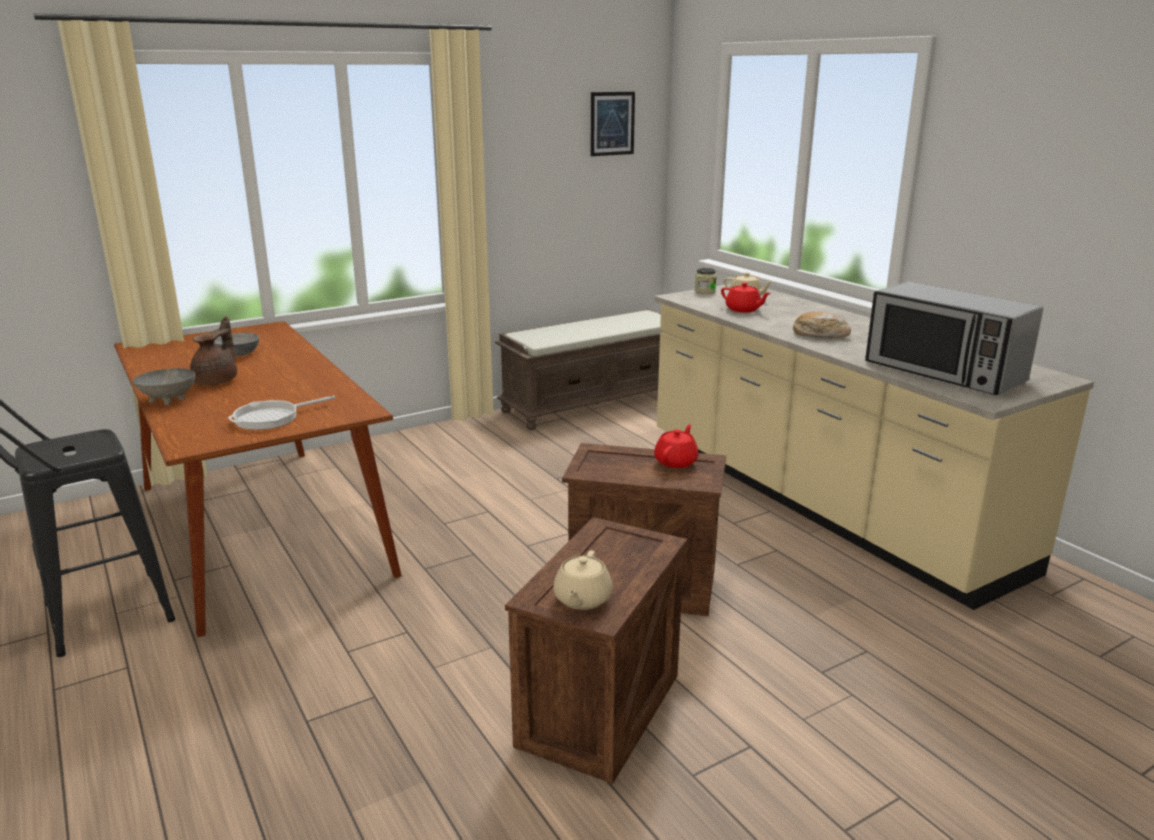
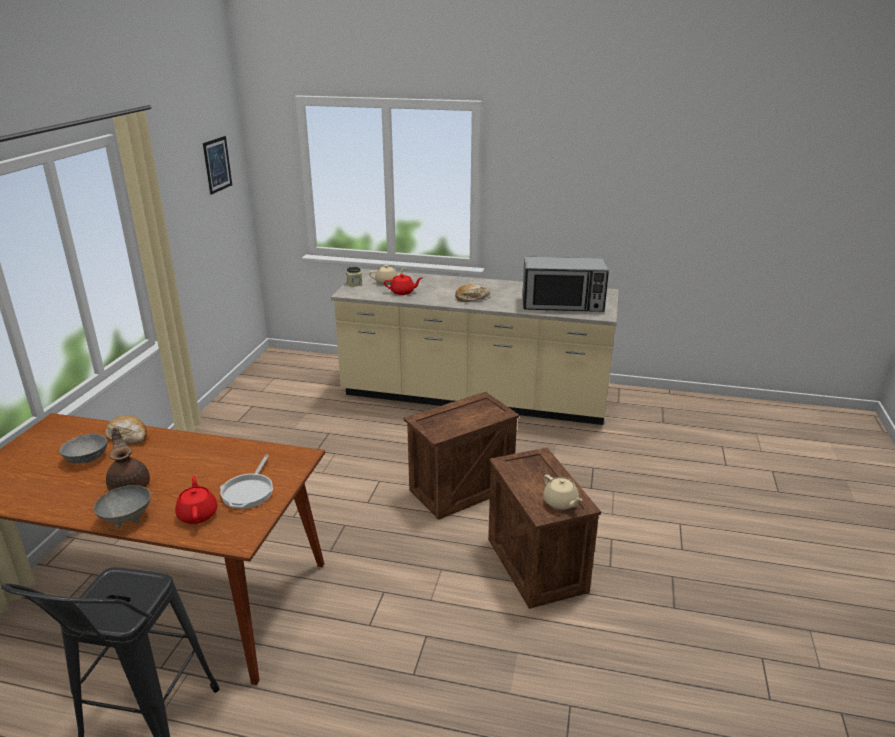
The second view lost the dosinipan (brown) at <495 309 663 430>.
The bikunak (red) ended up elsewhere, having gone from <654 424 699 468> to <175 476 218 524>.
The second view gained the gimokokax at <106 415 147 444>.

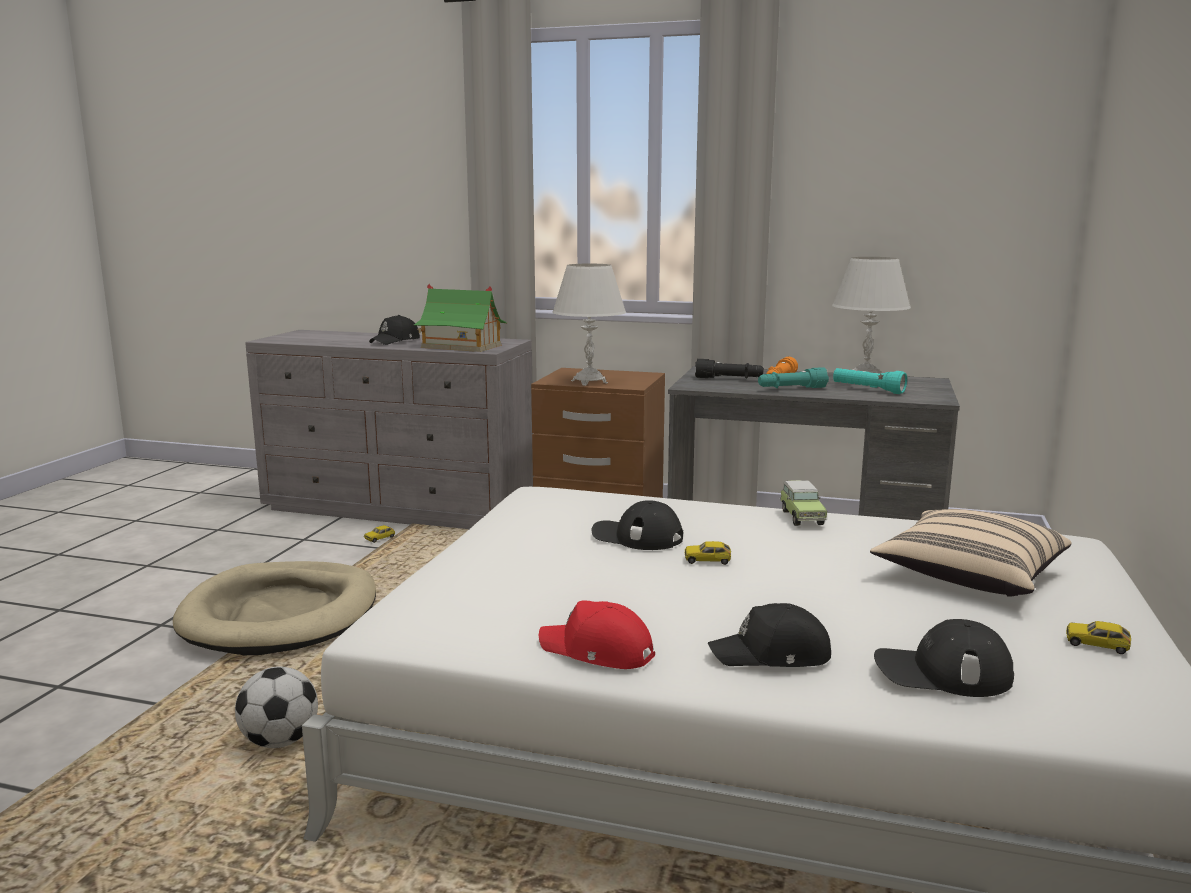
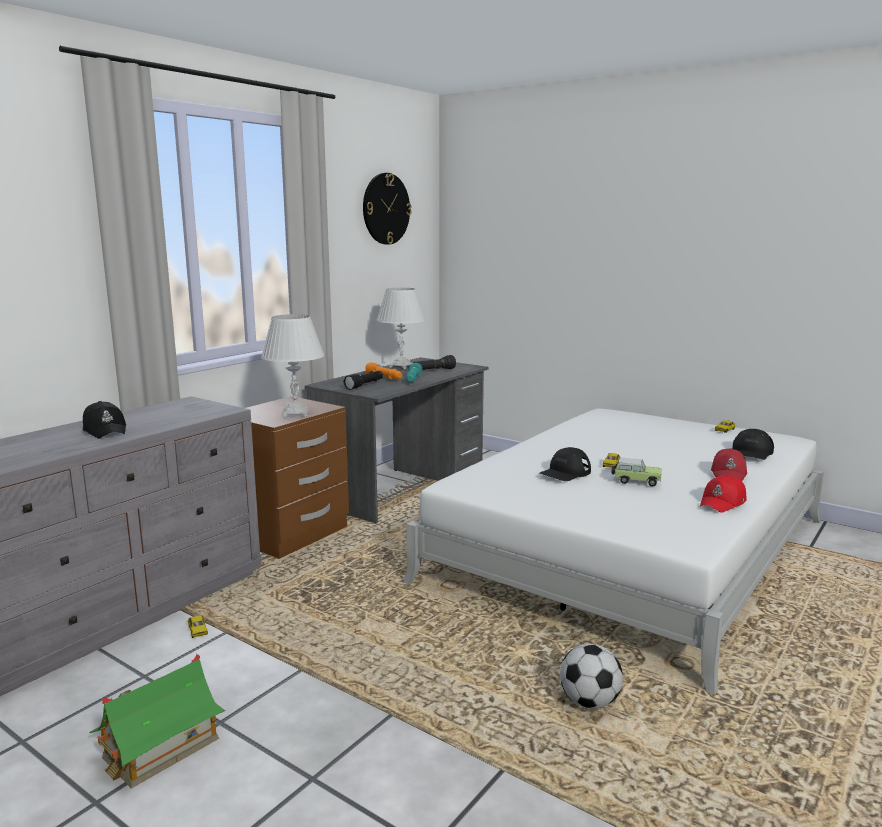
The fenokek ended up elsewhere, having gone from <414 284 507 352> to <89 654 225 788>.
What was the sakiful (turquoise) at <833 368 907 394> turned into the sakiful (black) at <414 355 456 370>.
The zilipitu ended up elsewhere, having gone from <780 480 827 526> to <612 458 661 486>.
The second view lost the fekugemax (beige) at <870 509 1072 597>.
The second view lost the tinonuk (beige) at <173 561 376 655>.
What was the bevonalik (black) at <708 603 831 667> turned into the bevonalik (red) at <711 448 747 481>.
The second view gained the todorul at <363 173 412 245>.

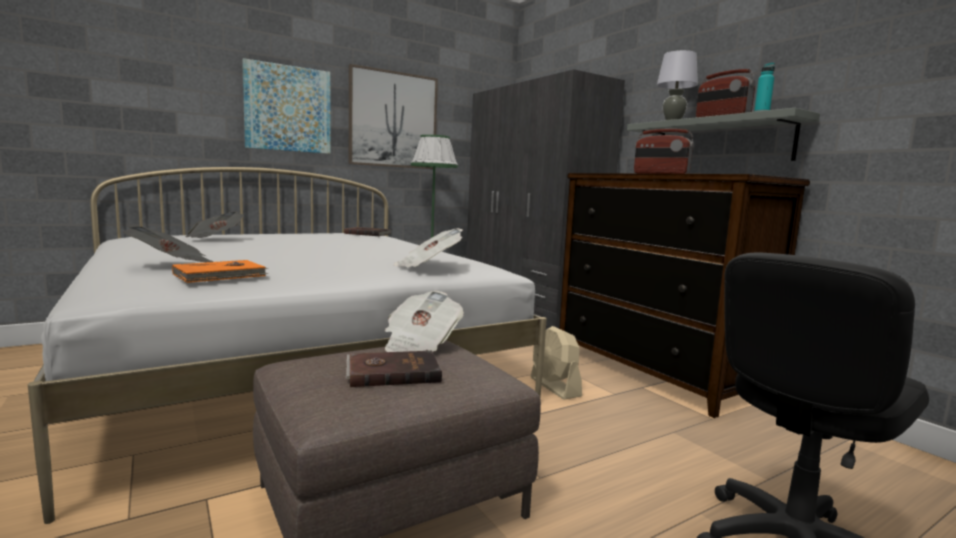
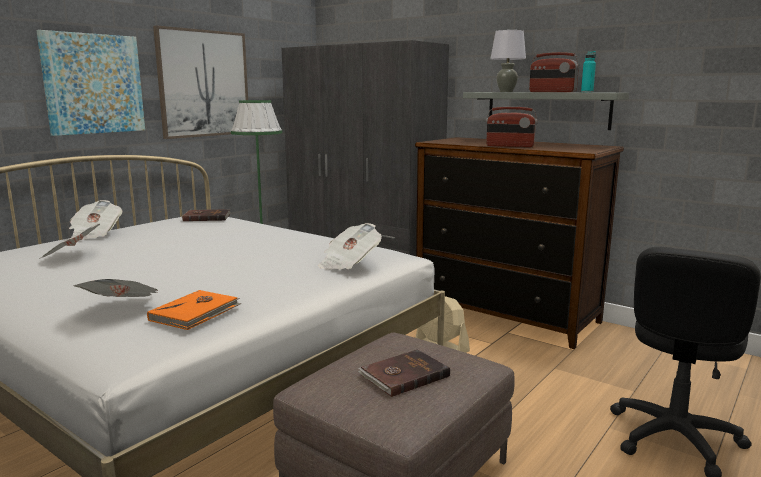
The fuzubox ended up elsewhere, having gone from <385 291 464 352> to <69 200 123 241>.

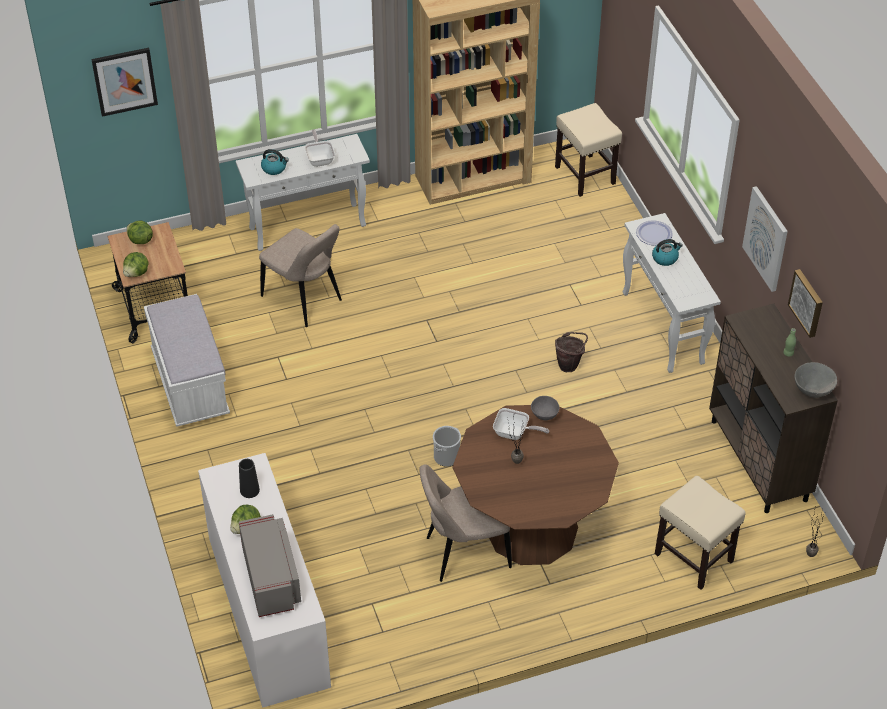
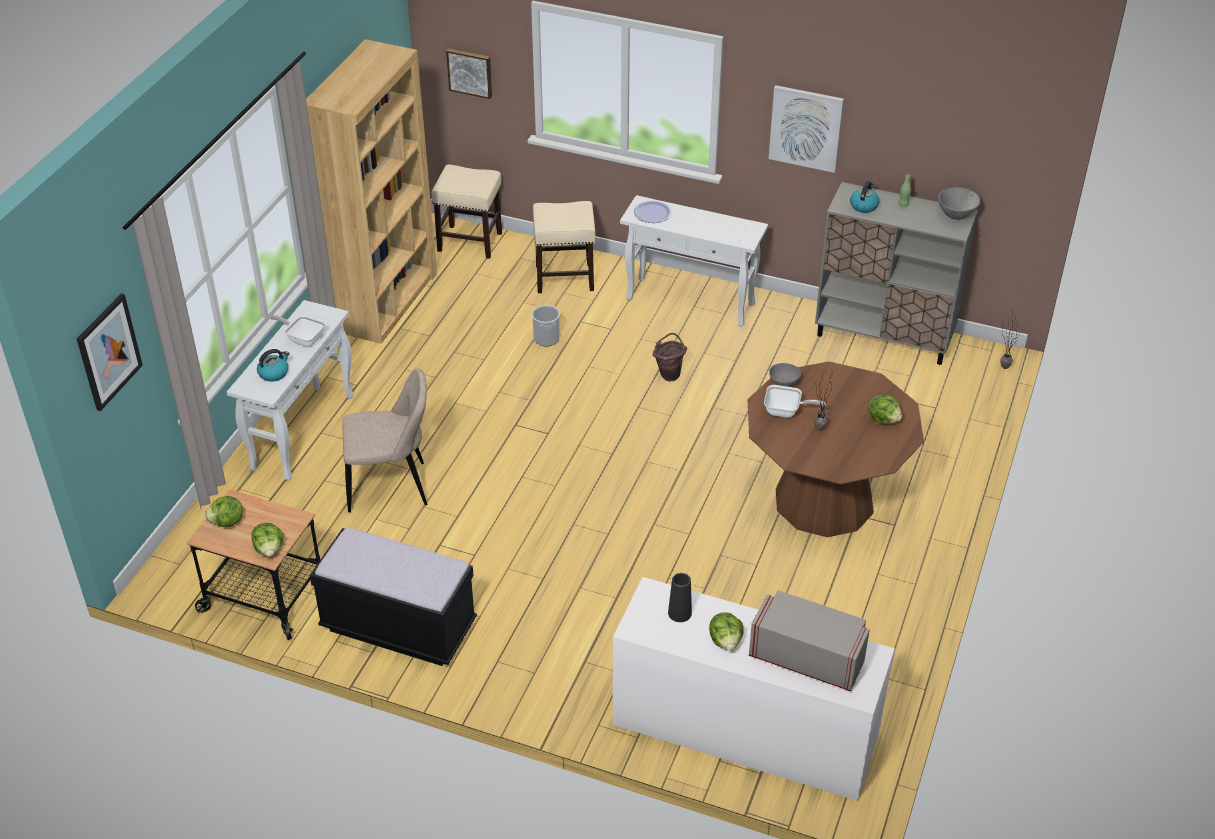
The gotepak ended up elsewhere, having gone from <652 239 683 266> to <850 181 879 213>.
The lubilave ended up elsewhere, having gone from <788 269 823 338> to <446 48 492 99>.
What was the dosinipan (white) at <144 294 230 427> turned into the dosinipan (black) at <310 528 477 666>.
What was the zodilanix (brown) at <709 303 838 513> turned into the zodilanix (grey) at <815 182 978 365>.
The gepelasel at <493 408 549 440> ended up facing another way, 45 degrees clockwise from before.
The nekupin ended up elsewhere, having gone from <433 426 461 467> to <532 305 560 346>.
The second view lost the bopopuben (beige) at <419 464 512 582>.
The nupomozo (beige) ended up elsewhere, having gone from <655 476 746 590> to <533 201 595 293>.
The second view gained the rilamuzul at <868 395 902 424>.

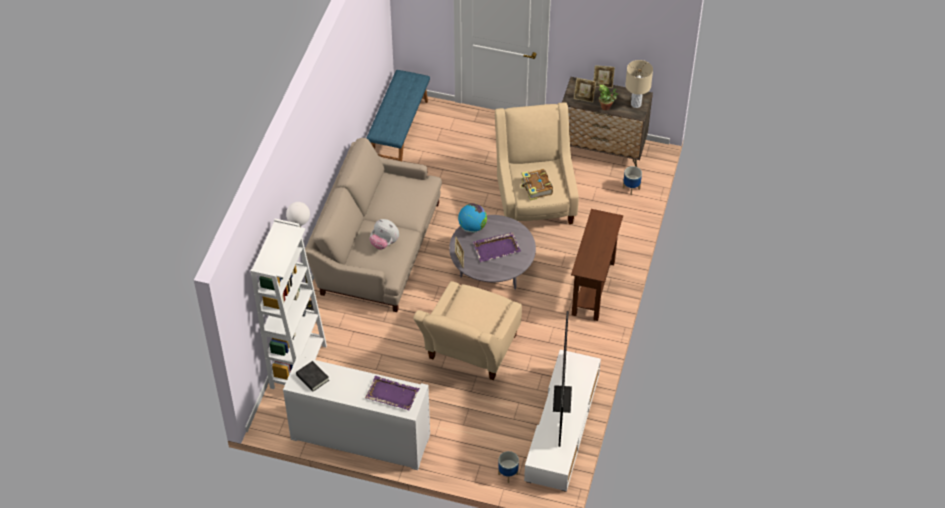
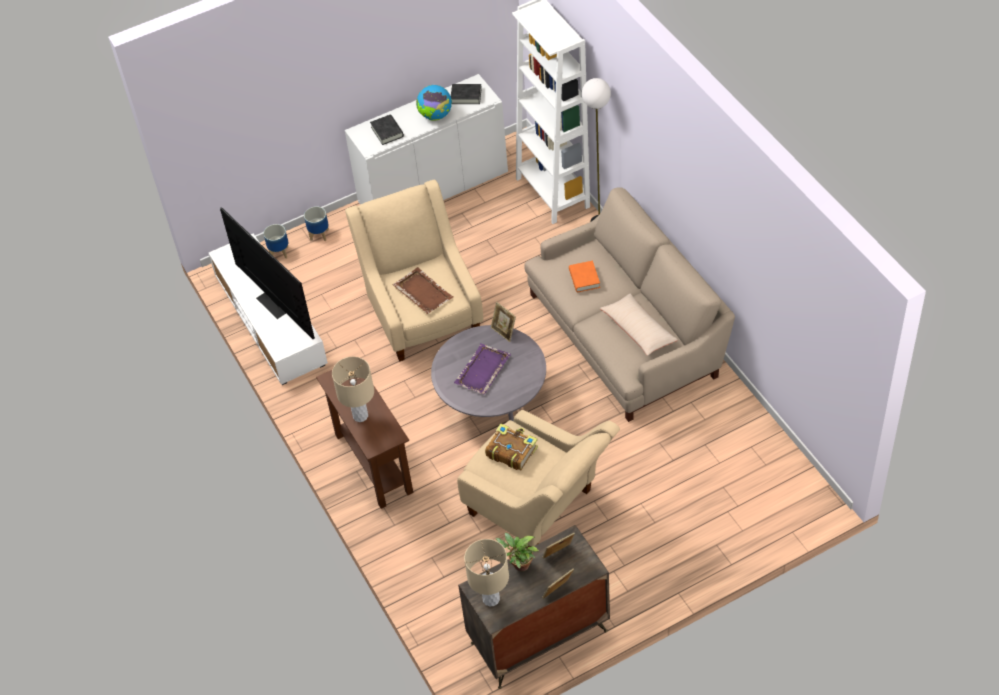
The second view lost the dosinipan (blue) at <367 70 430 161>.
The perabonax ended up elsewhere, having gone from <623 166 642 195> to <304 206 329 241>.
The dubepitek ended up elsewhere, having gone from <458 203 487 233> to <416 85 452 121>.
Where the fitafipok stood at <370 219 399 250>, the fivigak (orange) came to stand at <569 261 600 292>.
Where the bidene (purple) stood at <365 376 420 410>, the fivigak (black) came to stand at <370 115 404 145>.
The second view gained the bidene (brown) at <392 267 454 314>.
The second view gained the fekugemax (beige) at <600 294 678 356>.
The second view gained the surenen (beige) at <332 357 374 422>.

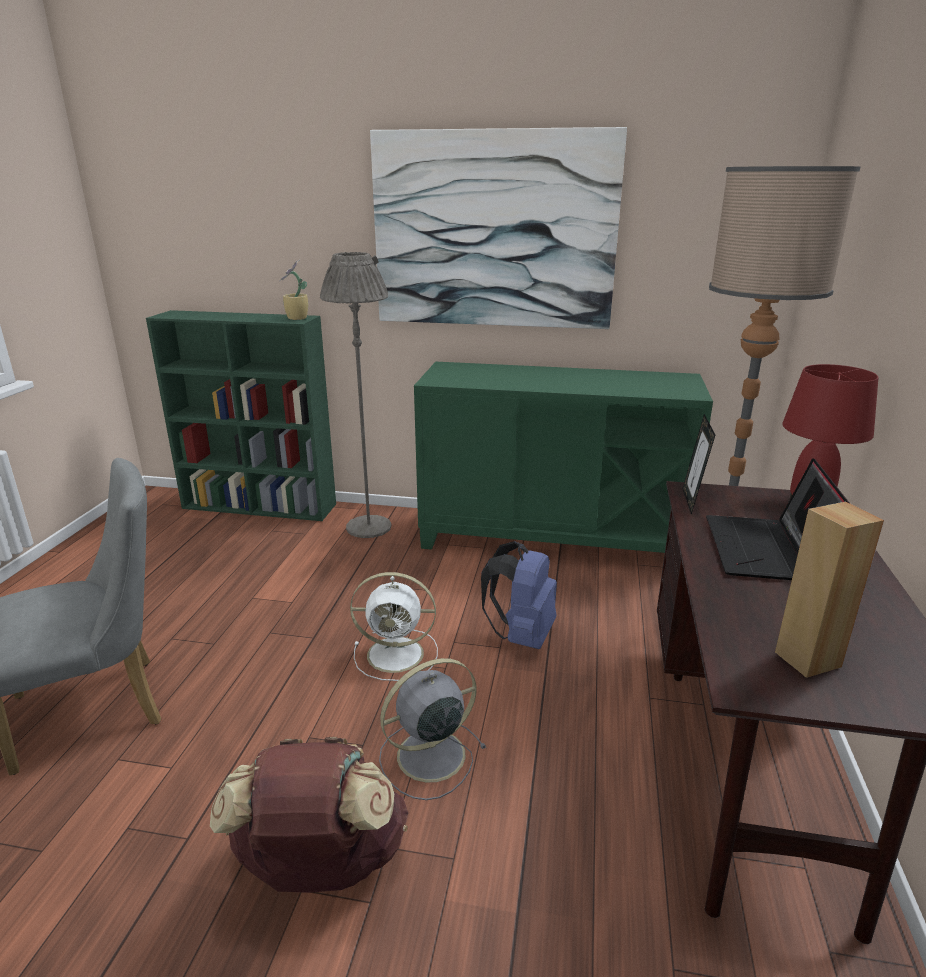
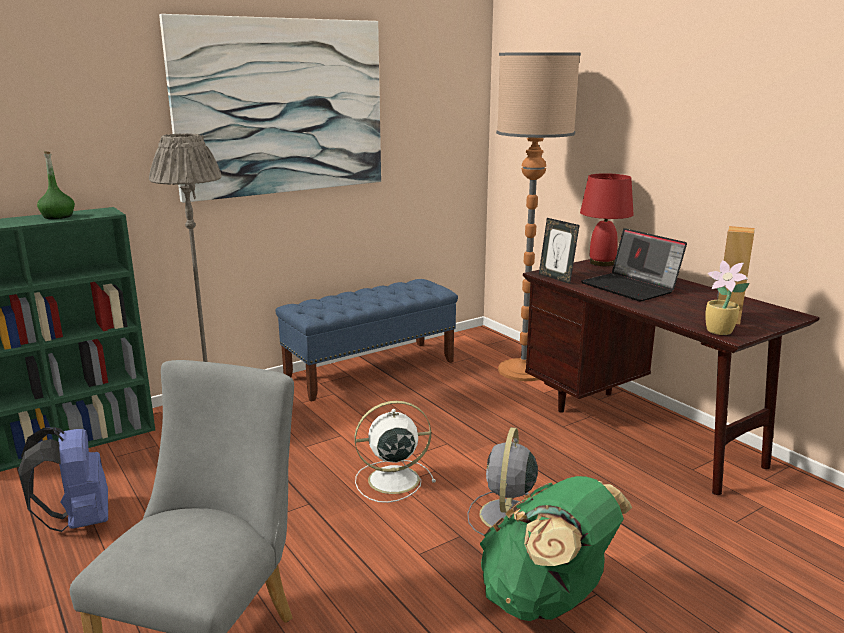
The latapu ended up elsewhere, having gone from <279 260 308 320> to <705 260 750 335>.
Where the zodilanix (green) stood at <414 362 713 553>, the dosinipan (blue) came to stand at <275 279 458 402>.
The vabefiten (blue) ended up elsewhere, having gone from <481 541 557 649> to <18 427 108 532>.
The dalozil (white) at <350 572 438 681> ended up facing another way, 150 degrees counterclockwise from before.
What was the vabefiten (brown) at <210 737 408 893> turned into the vabefiten (green) at <480 476 632 621>.
The second view gained the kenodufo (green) at <37 152 75 219>.

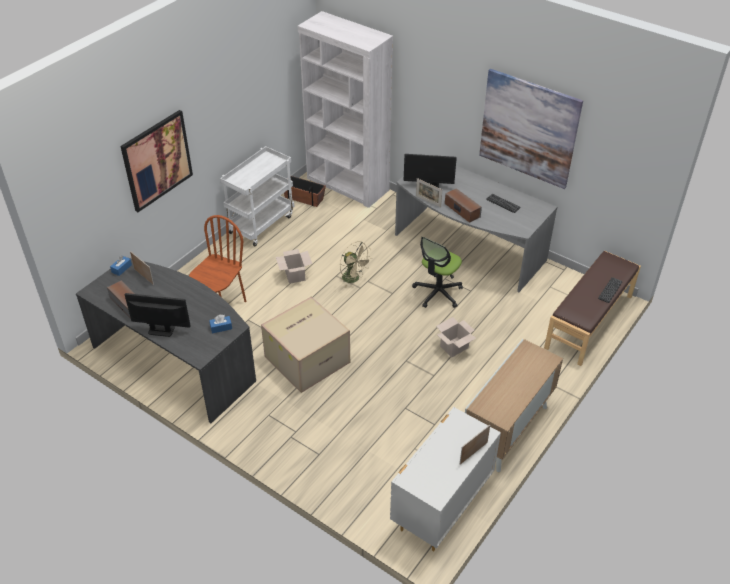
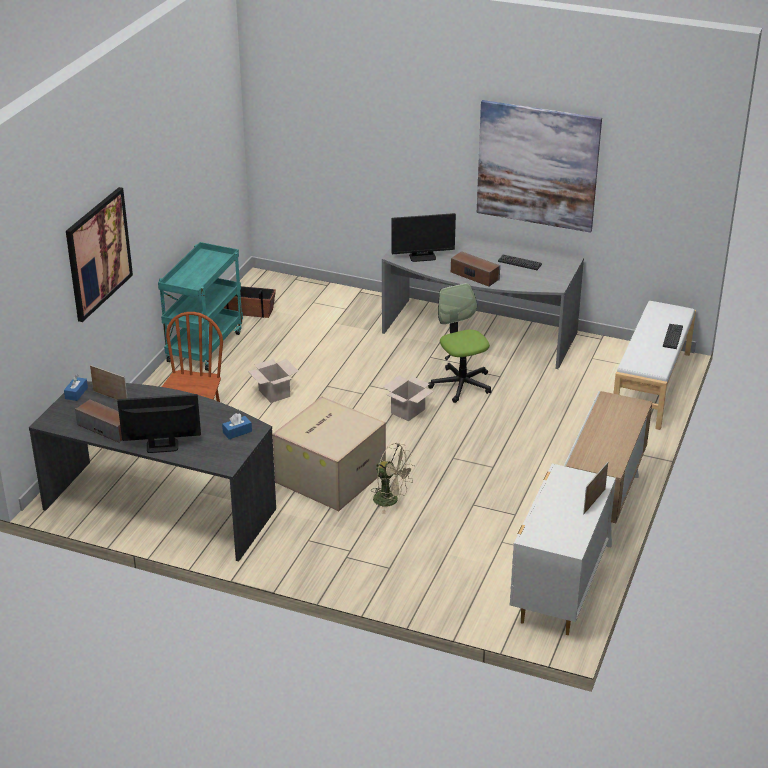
The second view lost the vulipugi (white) at <298 11 393 208>.
What was the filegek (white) at <220 146 294 246> turned into the filegek (turquoise) at <158 242 243 371>.
The second view lost the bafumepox at <416 178 442 207>.
The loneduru at <412 237 463 308> ended up facing another way, 135 degrees clockwise from before.
The dalozil (beige) ended up elsewhere, having gone from <340 241 372 288> to <371 443 415 514>.
What was the dosinipan (brown) at <544 251 641 366> turned into the dosinipan (white) at <613 301 696 430>.
The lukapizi ended up elsewhere, having gone from <436 317 476 357> to <383 375 434 421>.

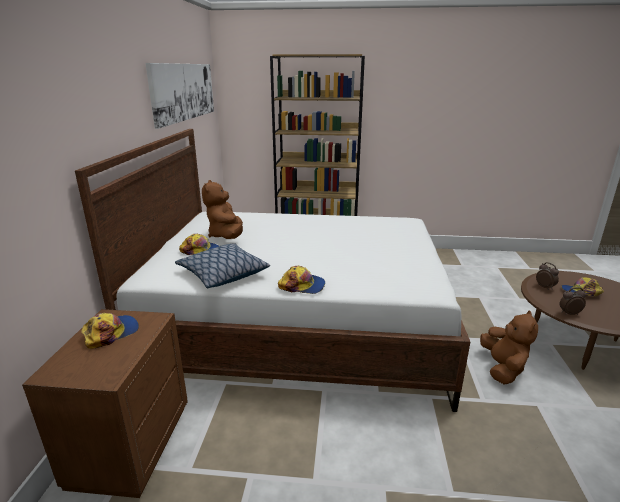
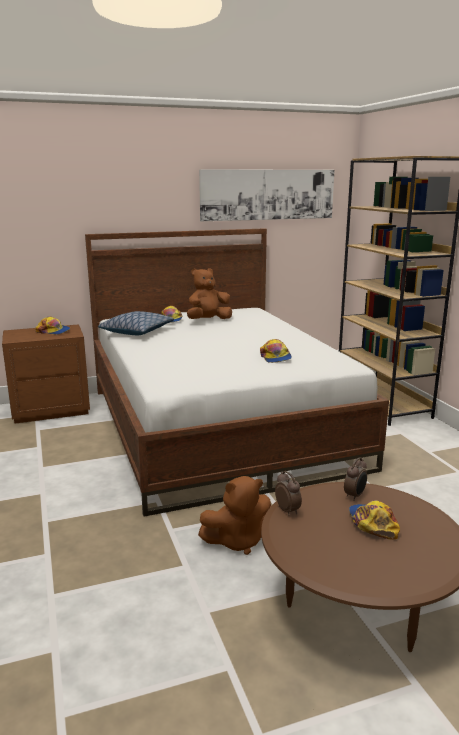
The bevonalik ended up elsewhere, having gone from <278 266 325 294> to <260 339 292 363>.

